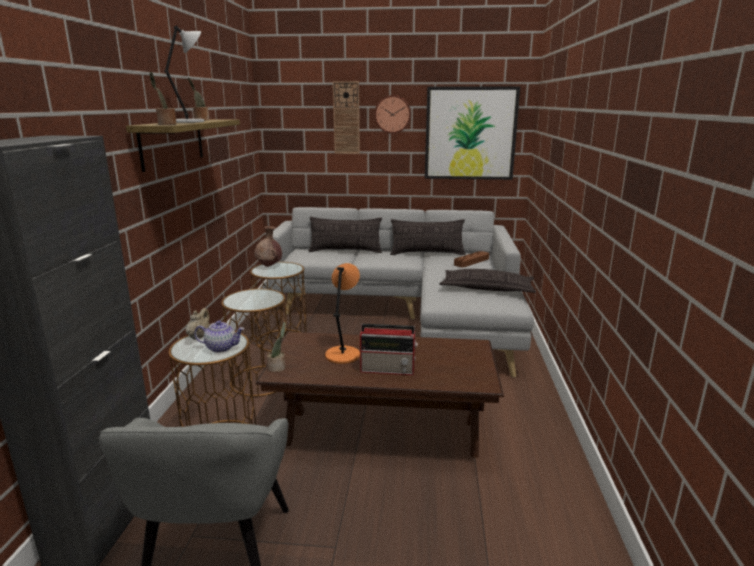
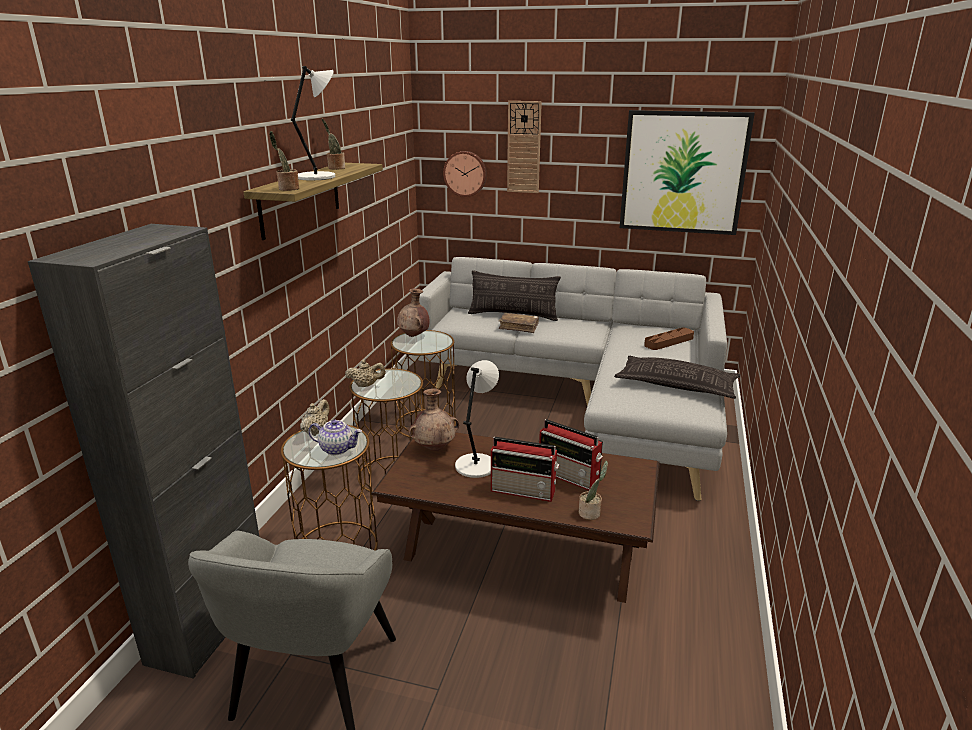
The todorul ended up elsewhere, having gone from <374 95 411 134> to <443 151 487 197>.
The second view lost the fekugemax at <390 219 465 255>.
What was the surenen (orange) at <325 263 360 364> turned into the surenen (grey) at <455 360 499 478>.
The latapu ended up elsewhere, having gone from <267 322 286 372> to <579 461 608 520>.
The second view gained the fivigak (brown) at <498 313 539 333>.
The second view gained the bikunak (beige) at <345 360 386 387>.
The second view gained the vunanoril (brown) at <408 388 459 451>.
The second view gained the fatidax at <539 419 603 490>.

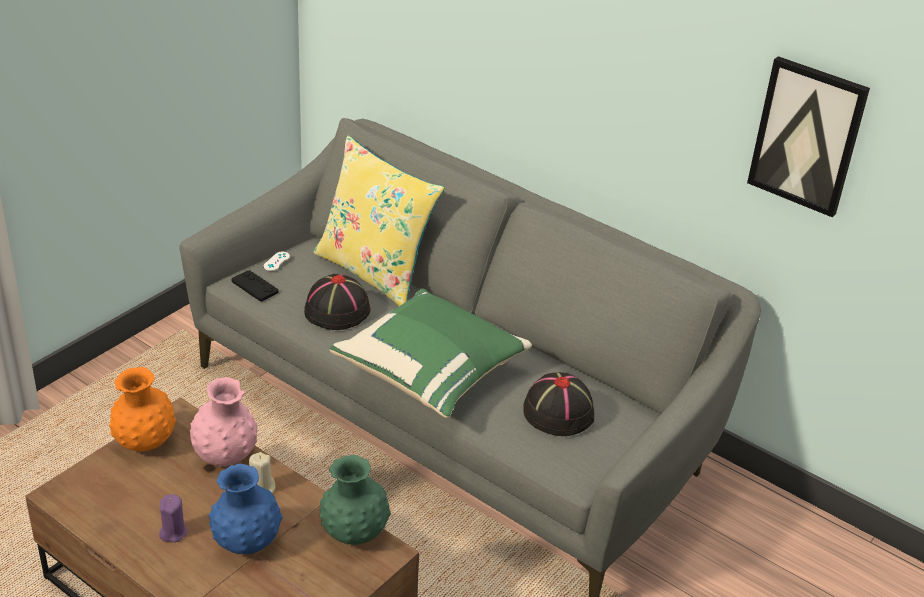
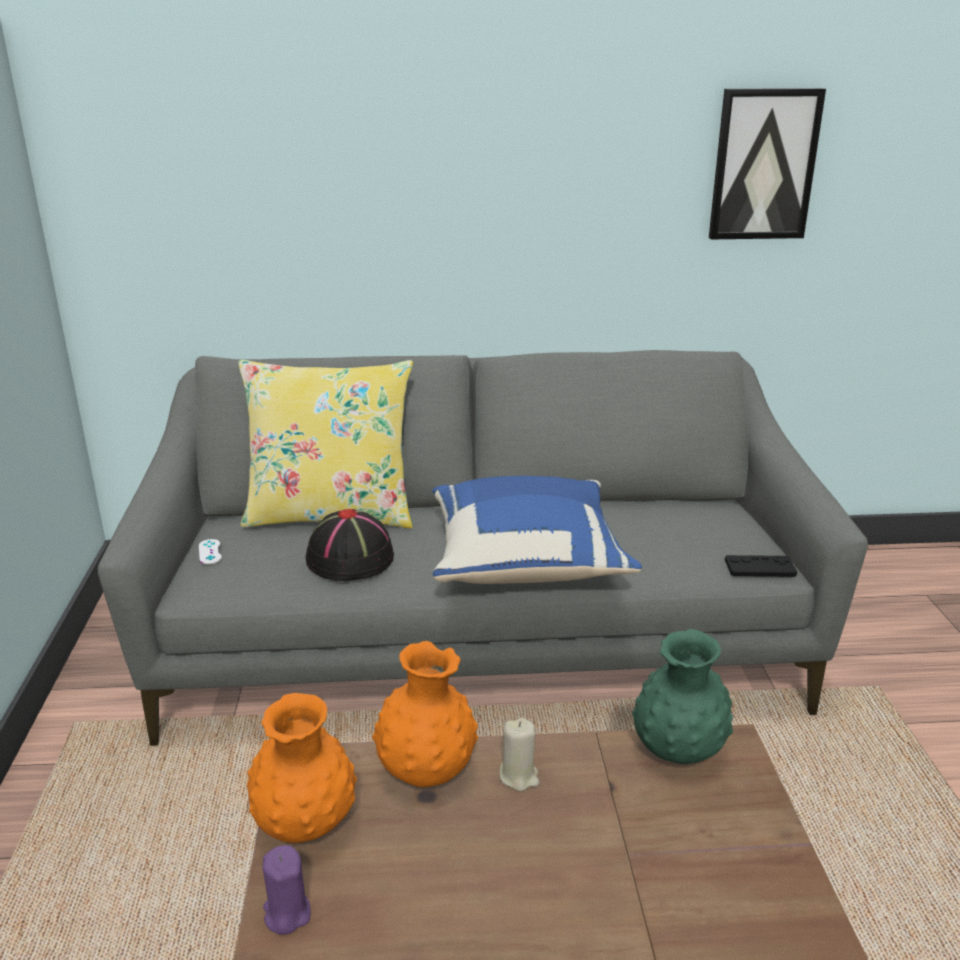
The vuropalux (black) ended up elsewhere, having gone from <232 270 278 301> to <725 555 797 577>.
What was the fekugemax (green) at <329 289 532 418> turned into the fekugemax (blue) at <432 476 642 584>.
The second view lost the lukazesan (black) at <523 372 594 436>.
What was the vunanoril (pink) at <190 377 258 466> turned into the vunanoril (orange) at <372 641 478 787>.
The second view lost the vunanoril (blue) at <209 464 283 554>.
The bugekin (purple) ended up elsewhere, having gone from <159 494 188 543> to <262 845 311 935>.

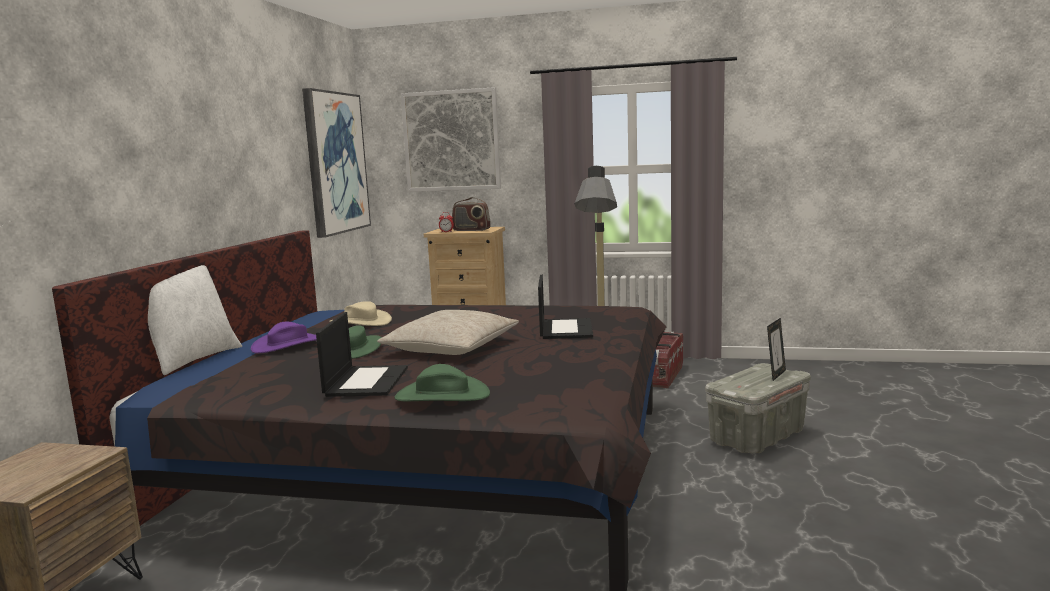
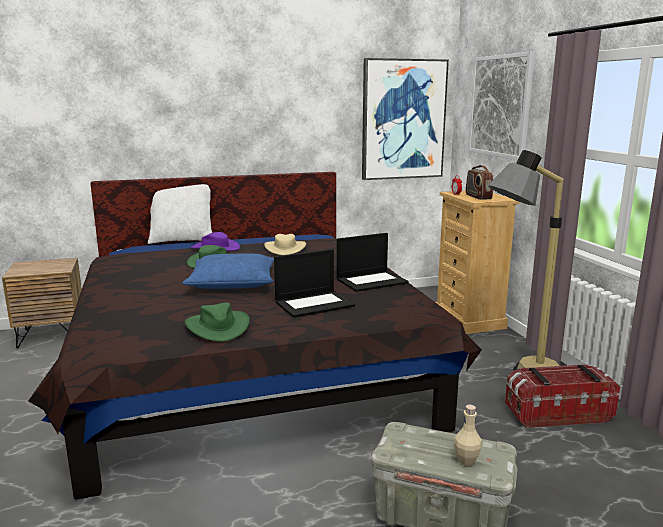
What was the fekugemax (beige) at <377 310 519 355> turned into the fekugemax (blue) at <182 253 274 289>.
The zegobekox ended up elsewhere, having gone from <316 312 408 397> to <337 233 408 292>.
Where the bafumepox stood at <767 318 786 381>, the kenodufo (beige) came to stand at <454 405 482 466>.
The lukazesan (green) ended up elsewhere, having gone from <395 364 490 401> to <185 302 250 342>.

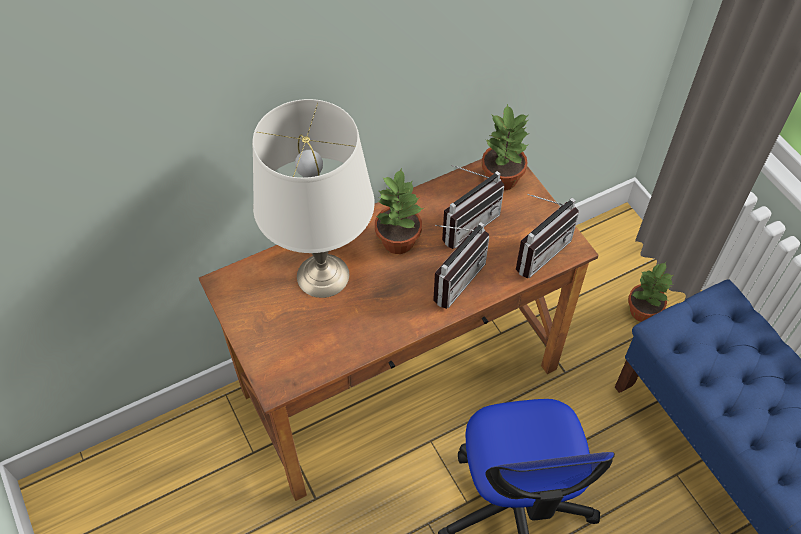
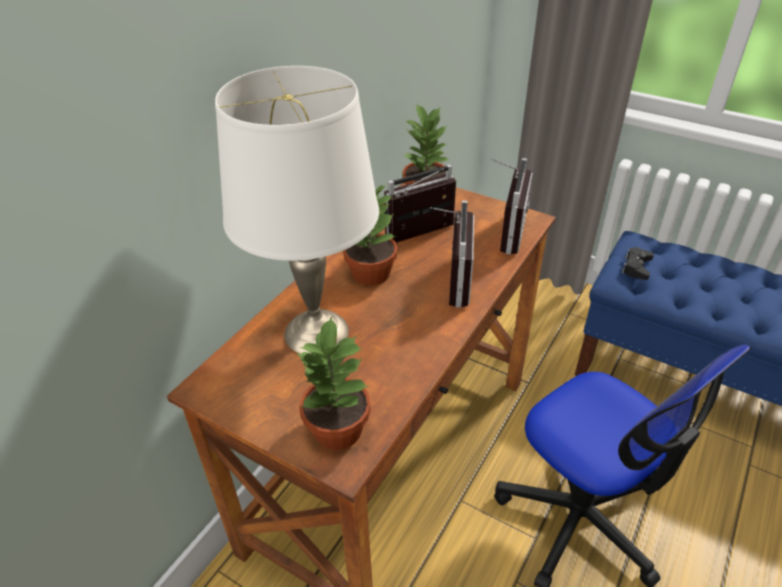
The fatidax at <442 165 504 249> ended up facing another way, 135 degrees counterclockwise from before.
The latapu ended up elsewhere, having gone from <628 262 673 322> to <296 316 371 450>.
The second view gained the vuropalux (black) at <622 247 654 280>.

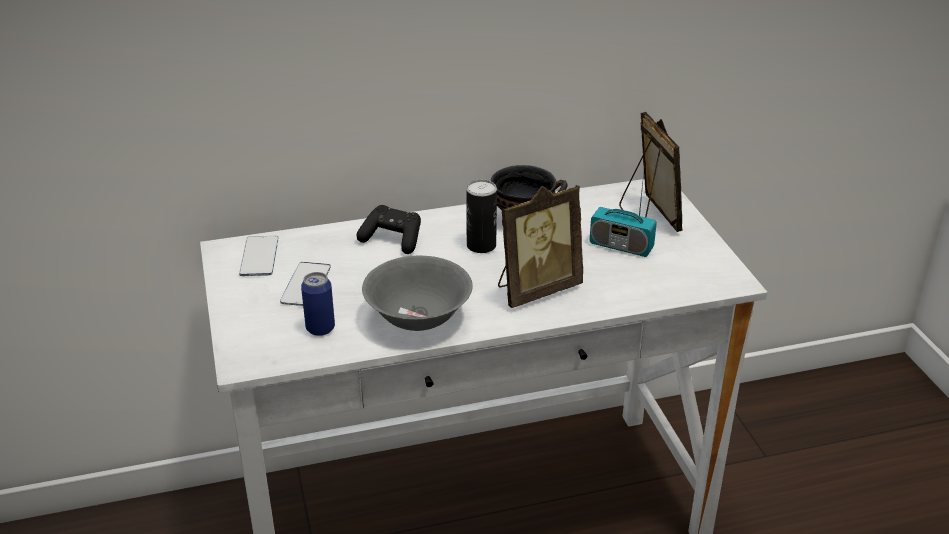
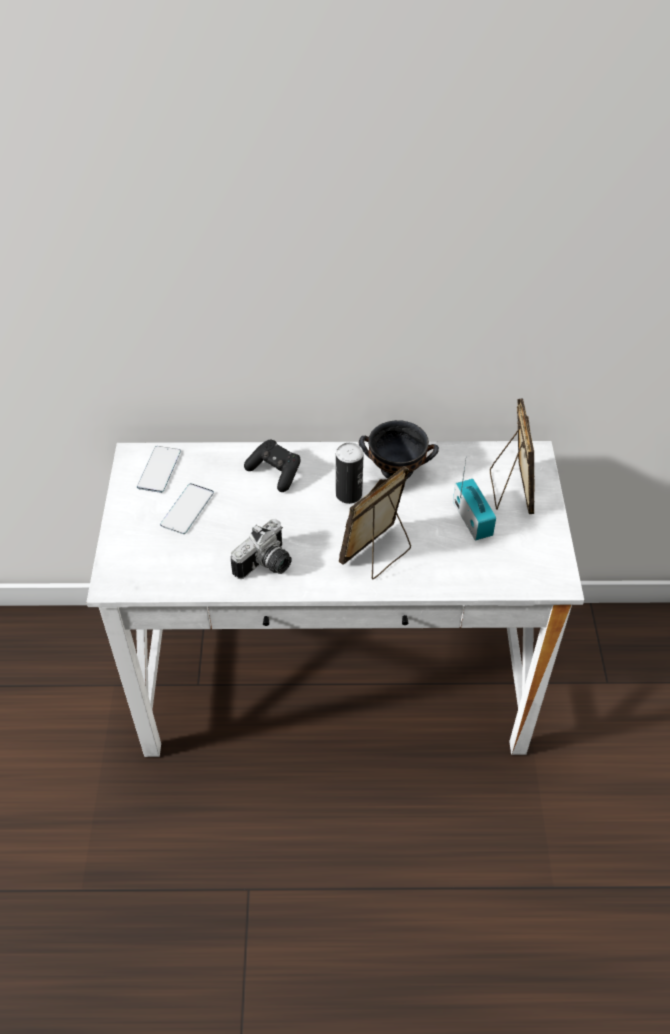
The fatidax at <590 163 657 257> ended up facing another way, 150 degrees counterclockwise from before.
The bafumepox at <498 185 583 308> ended up facing another way, 150 degrees clockwise from before.
Where the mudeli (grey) stood at <362 255 472 331>, the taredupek came to stand at <231 519 292 579>.
The second view lost the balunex at <301 272 335 336>.

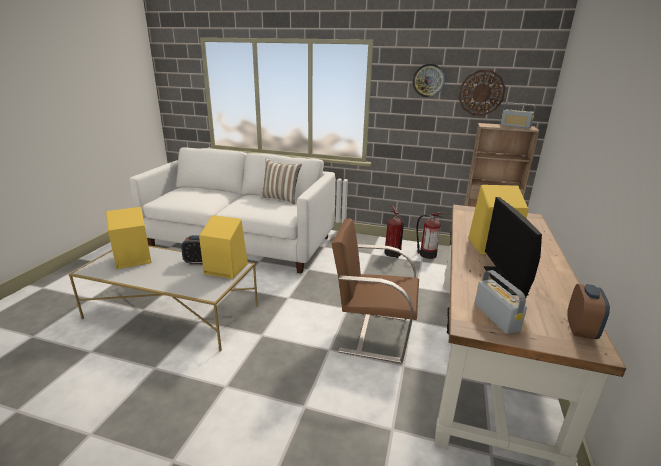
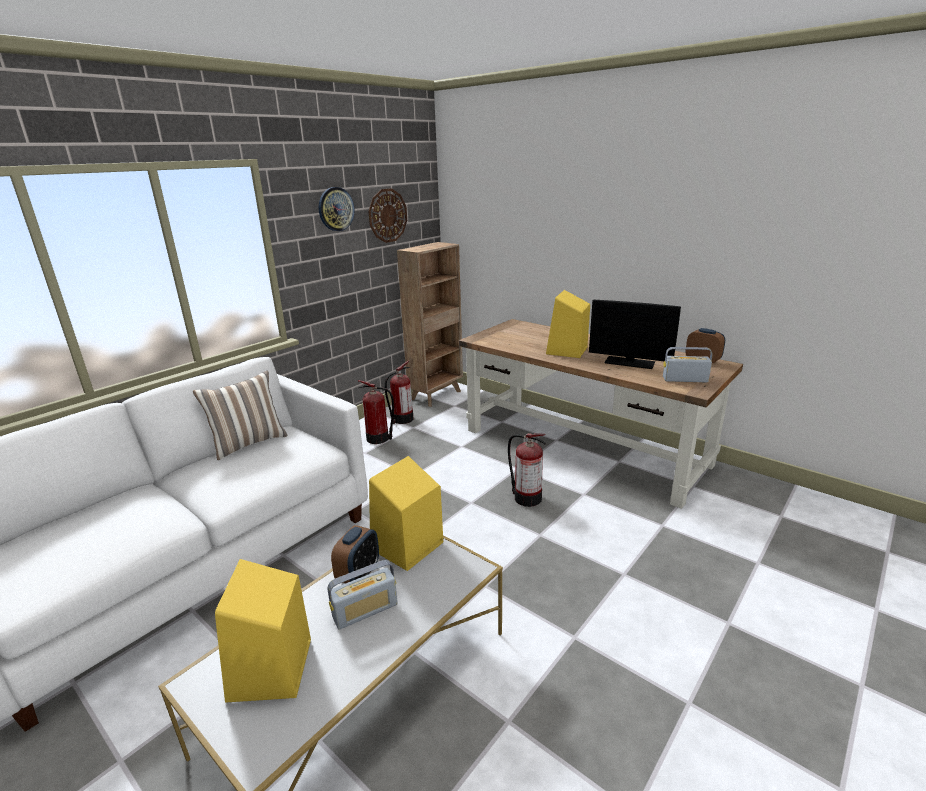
The fatidax ended up elsewhere, having gone from <501 103 536 129> to <328 560 398 629>.
Where the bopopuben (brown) stood at <331 218 419 363>, the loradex came to stand at <508 433 546 507>.

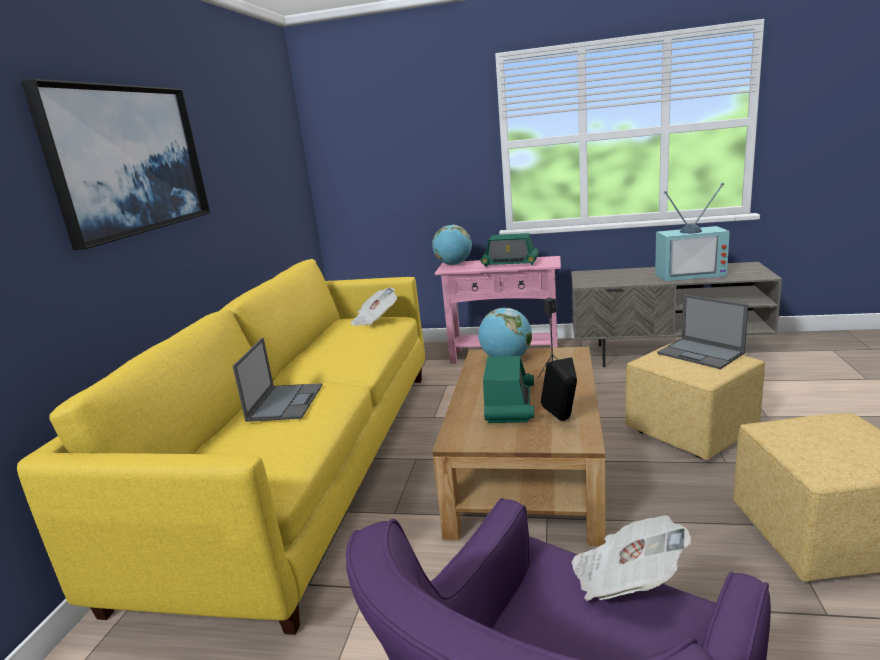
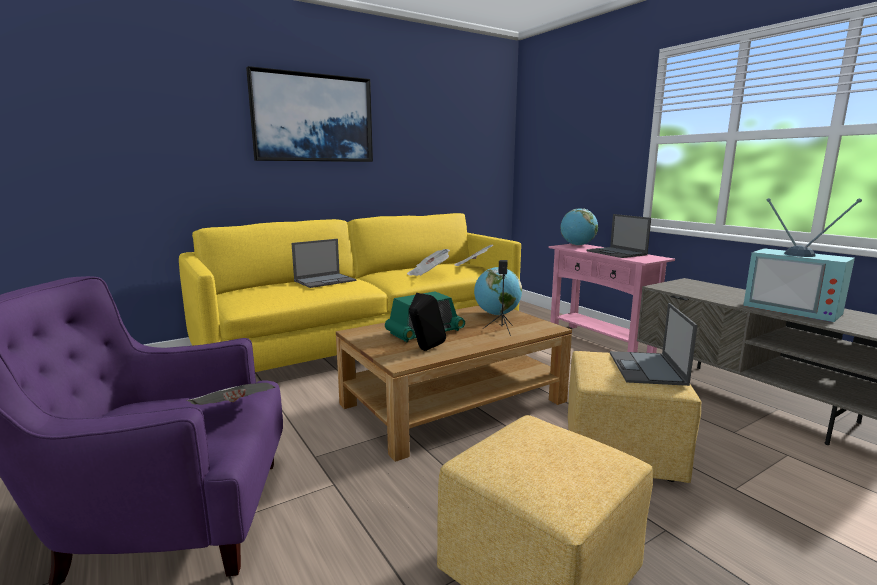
Where the fatidax stood at <480 233 539 267>, the zegobekox came to stand at <586 214 651 258>.
The second view gained the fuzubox at <407 249 450 276>.

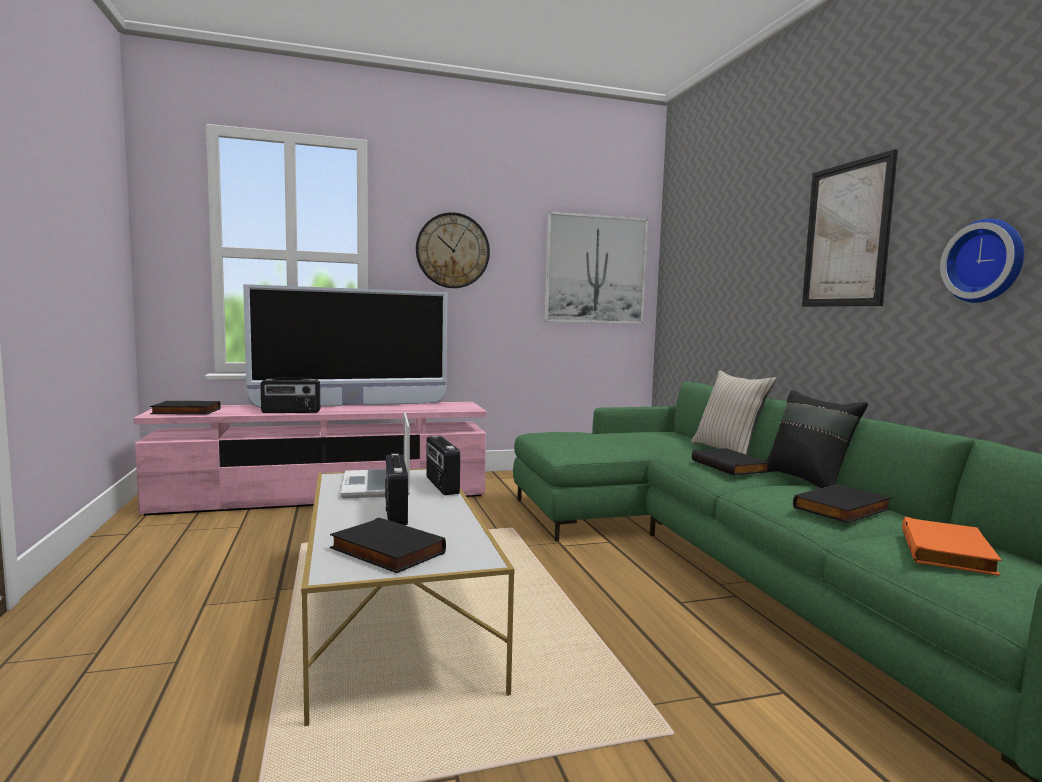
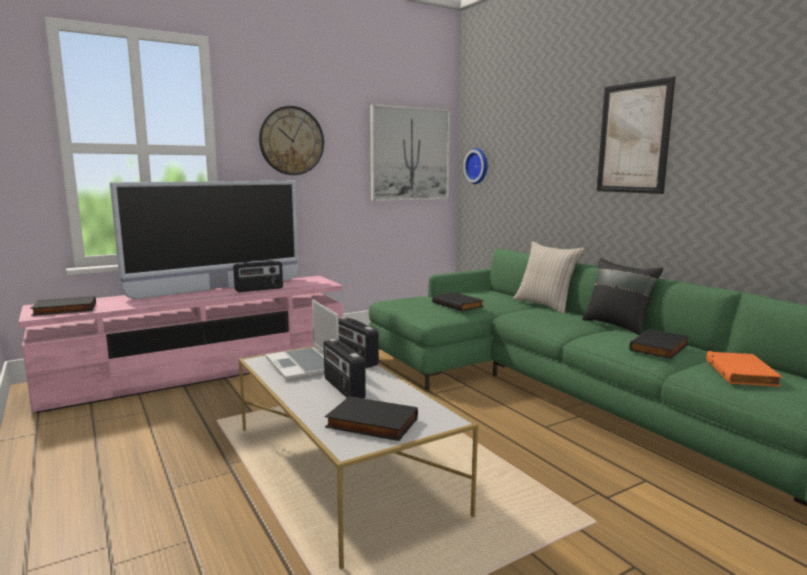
The todorul ended up elsewhere, having gone from <940 219 1024 303> to <463 148 488 184>.
The fatidax ended up elsewhere, having gone from <260 377 320 413> to <233 260 283 292>.
The fivigak (black) ended up elsewhere, having gone from <692 448 771 476> to <432 292 484 311>.

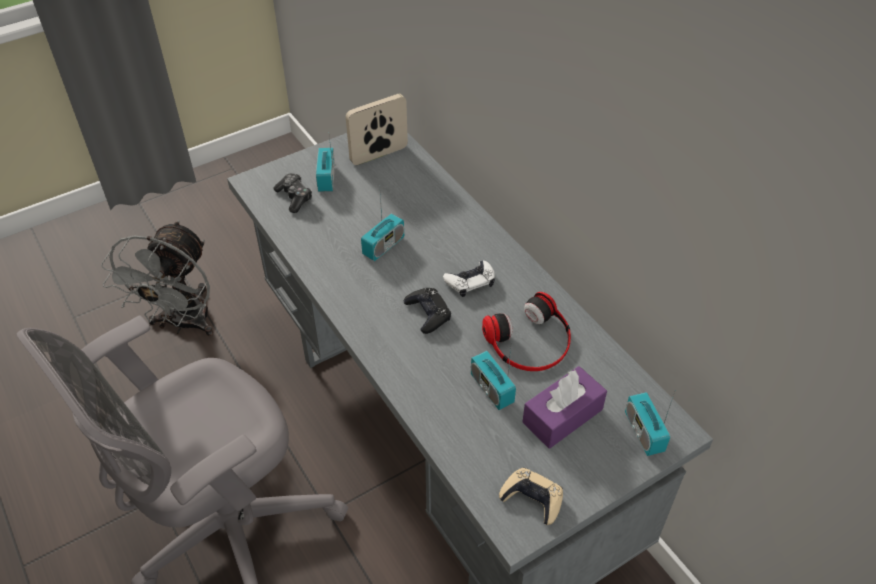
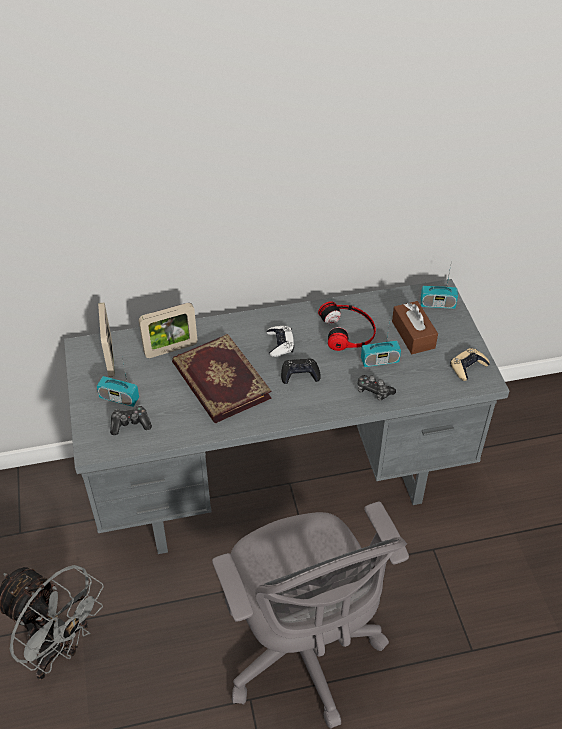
Where the fatidax stood at <361 195 404 261>, the fivigak came to stand at <172 334 272 423>.
What was the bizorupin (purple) at <522 366 607 448> turned into the bizorupin (brown) at <392 301 438 354>.
The second view gained the bafumepox at <138 303 198 358>.
The second view gained the vuropalux at <358 375 396 401>.

